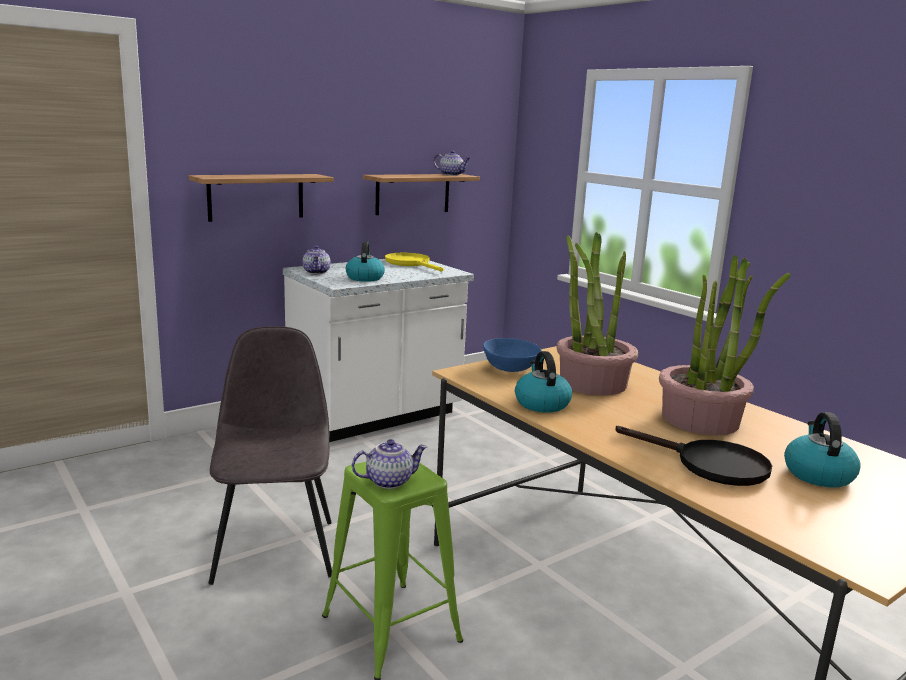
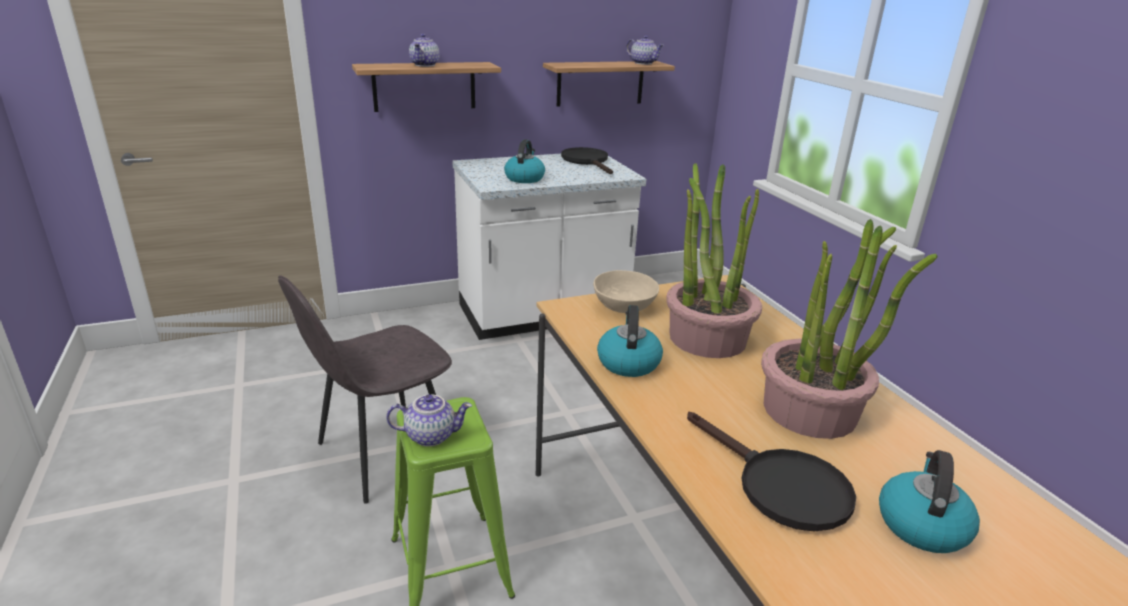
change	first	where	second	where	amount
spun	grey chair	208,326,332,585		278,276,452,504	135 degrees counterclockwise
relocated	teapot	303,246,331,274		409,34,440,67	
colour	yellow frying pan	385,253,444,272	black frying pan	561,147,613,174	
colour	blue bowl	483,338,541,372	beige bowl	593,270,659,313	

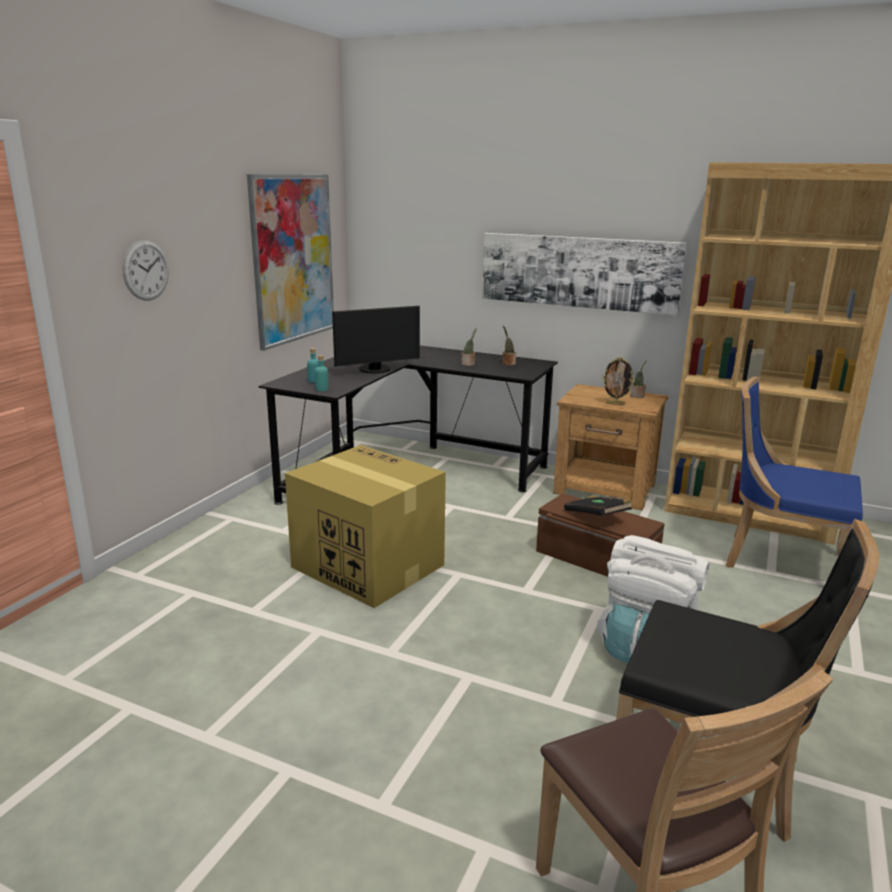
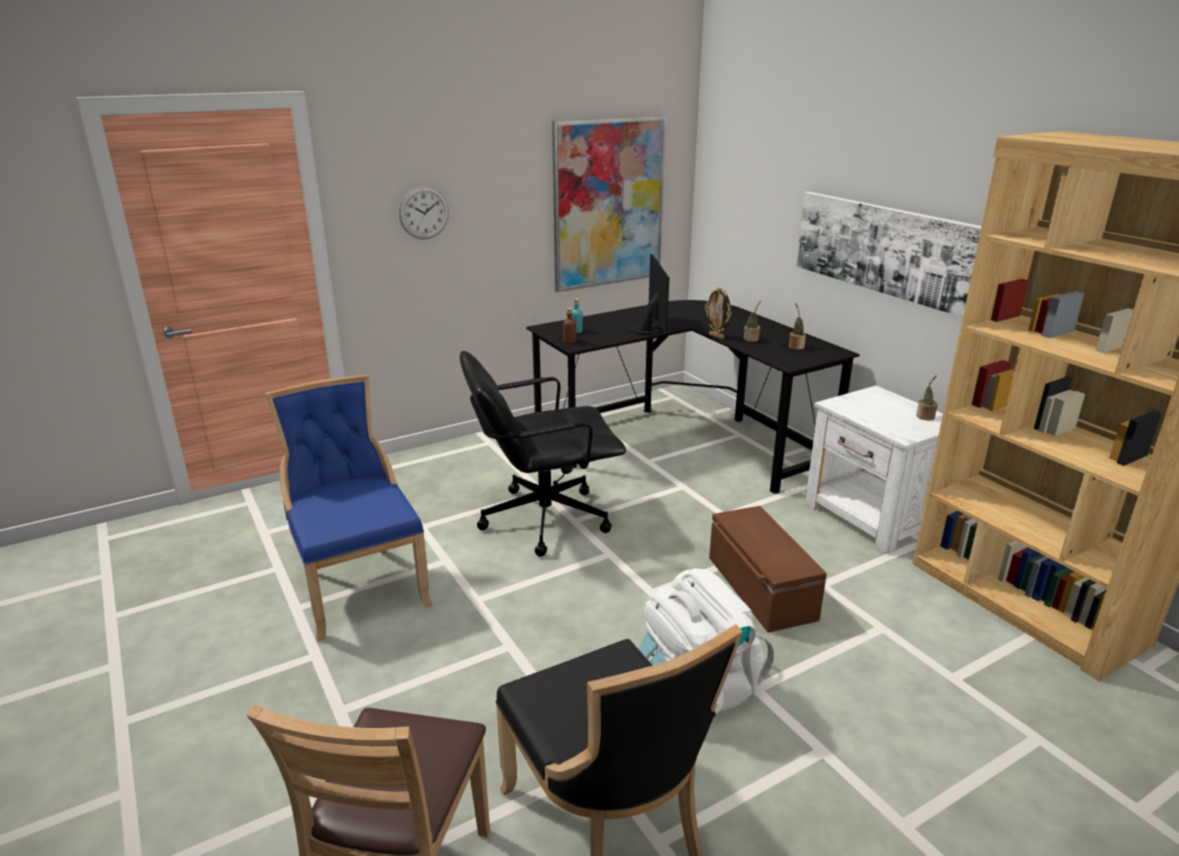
change	first	where	second	where	amount
relocated	blue chair	726,377,863,568		265,375,433,642	
exchanged	cardboard box	285,445,446,608	black office chair	460,351,626,557	
colour	turquoise bottle	315,355,329,391	brown bottle	563,308,576,343	
spun	monitor	332,306,420,373		629,253,669,335	105 degrees counterclockwise
relocated	picture frame	602,357,635,405		705,287,731,339	
colour	brown nightstand	553,384,668,510	white nightstand	805,386,943,554	
missing	black book	564,495,632,516			

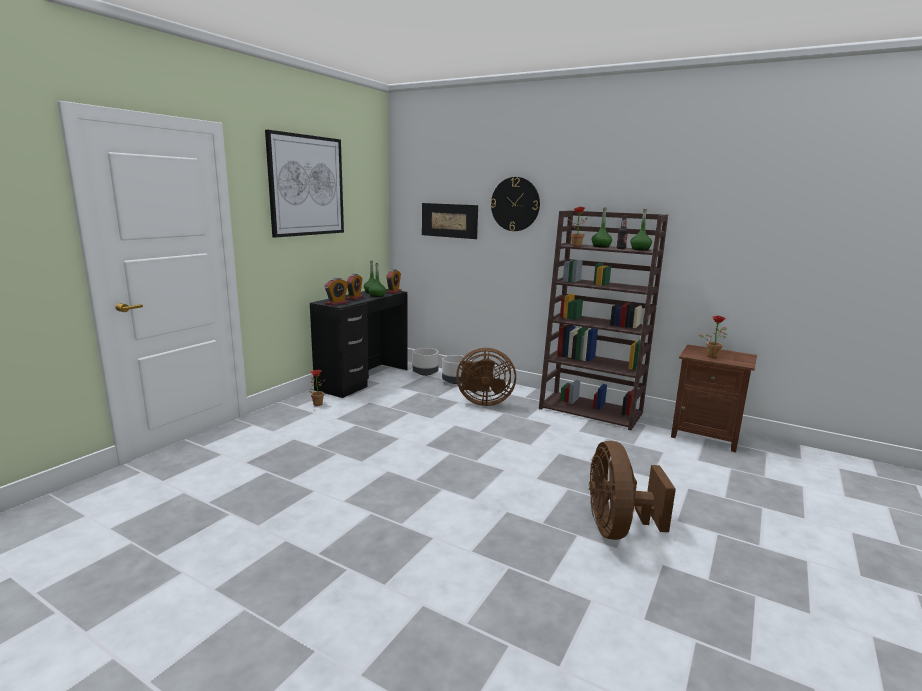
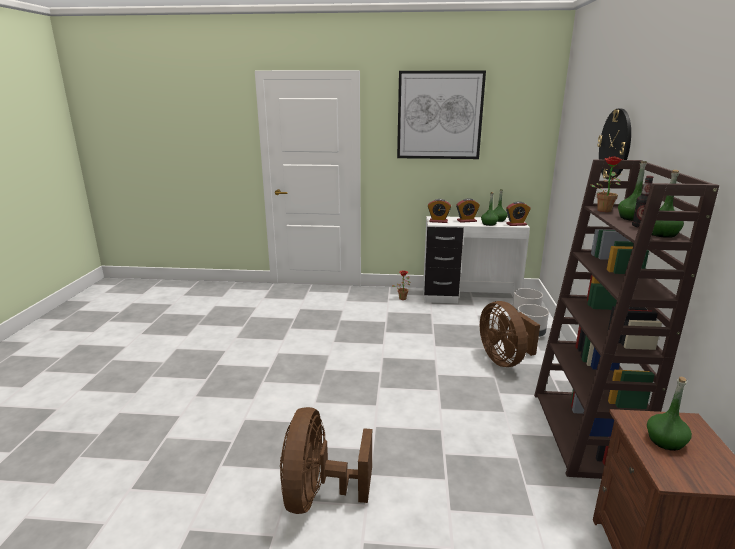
change	first	where	second	where	amount
spun	brown fan	589,441,676,540		280,407,372,514	60 degrees counterclockwise
colour	black desk	310,289,408,398	white desk	423,216,530,303	
exchanged	potted plant	699,316,728,358	green bottle	647,376,692,451	
missing	picture	422,203,478,239			

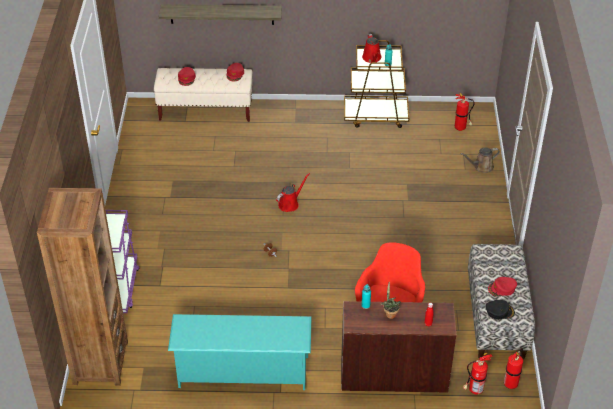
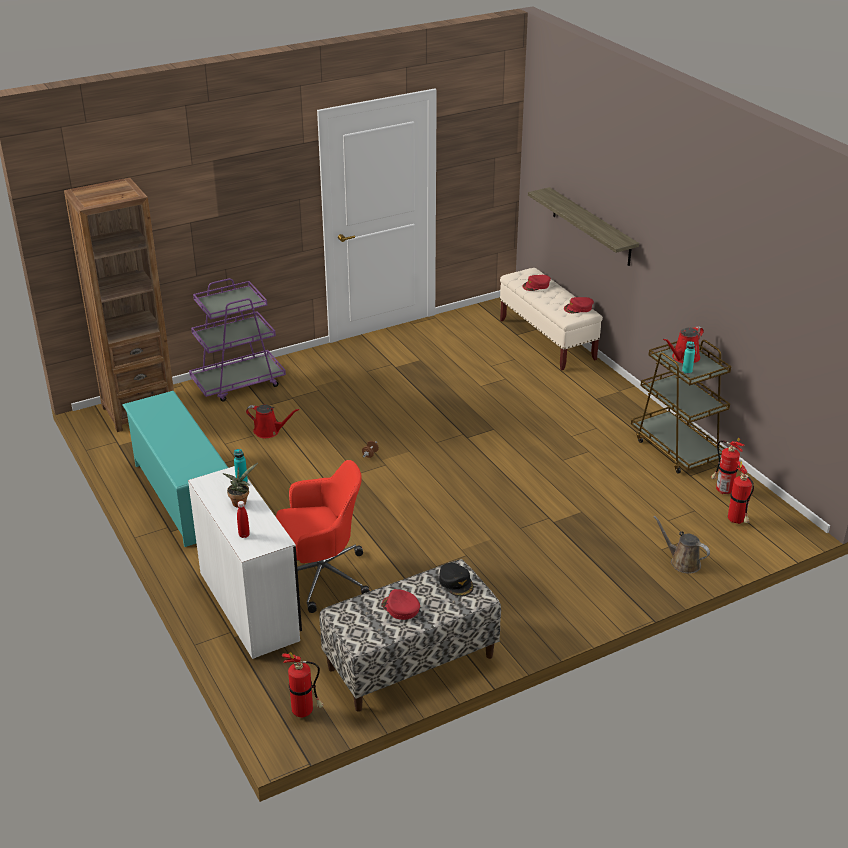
change	first	where	second	where	amount
colour	brown desk	341,301,457,393	white desk	188,466,302,659	
relocated	red watering can	276,173,310,212		246,404,299,438	
relocated	black cap	486,300,515,320		439,563,474,597	
relocated	fire extinguisher	463,353,493,394		711,438,745,494	

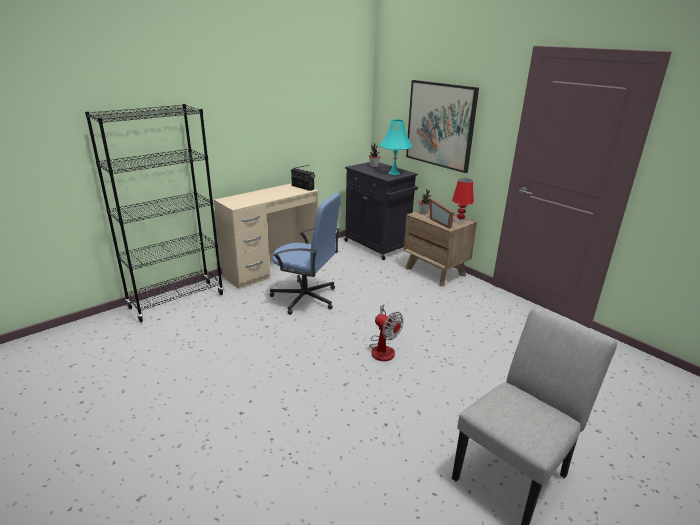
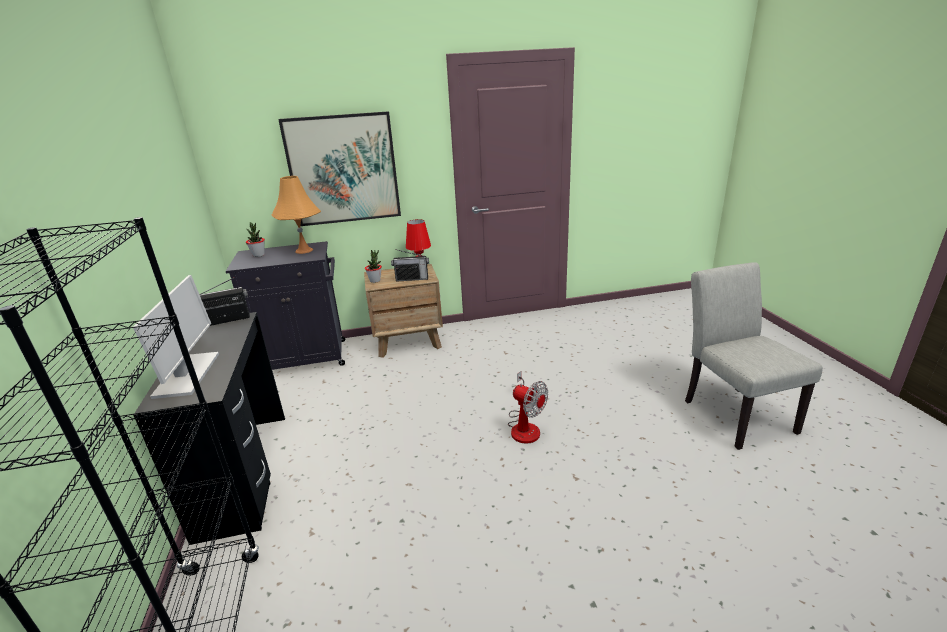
change	first	where	second	where	amount
appeared			monitor	133,275,219,399	
colour	beige desk	214,183,319,289	black desk	133,312,285,545	
colour	turquoise table lamp	379,119,413,175	orange table lamp	272,176,321,254	
exchanged	picture frame	429,198,454,229	radio	391,250,429,282	
spun	fan	369,304,404,361		508,371,548,444	60 degrees clockwise
missing	blue office chair	270,193,341,315			

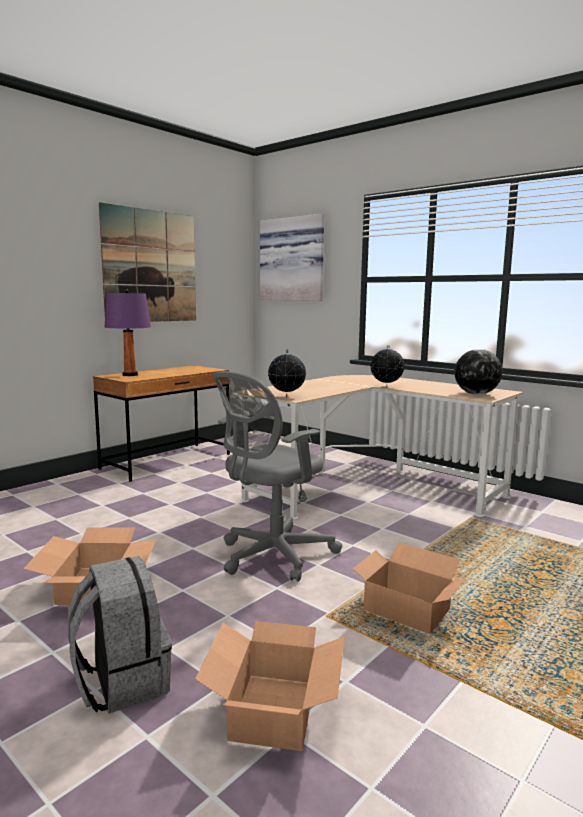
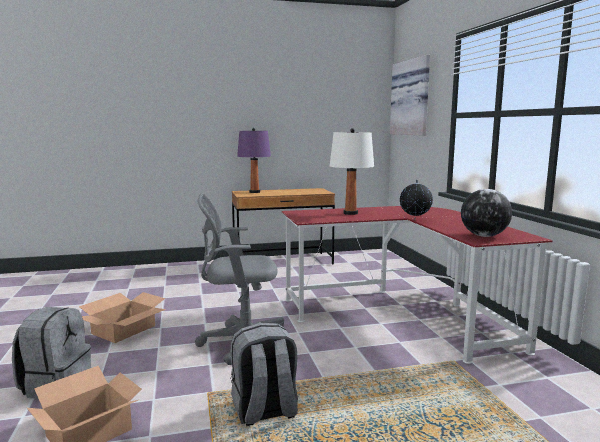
change	first	where	second	where	amount
exchanged	cardboard box	353,542,467,634	grey backpack	230,323,298,426	
colour	beige desk	235,375,523,520	red desk	282,206,553,364	
appeared			white table lamp	330,128,374,215	
missing	picture	99,202,196,322			
missing	globe	268,349,306,397			

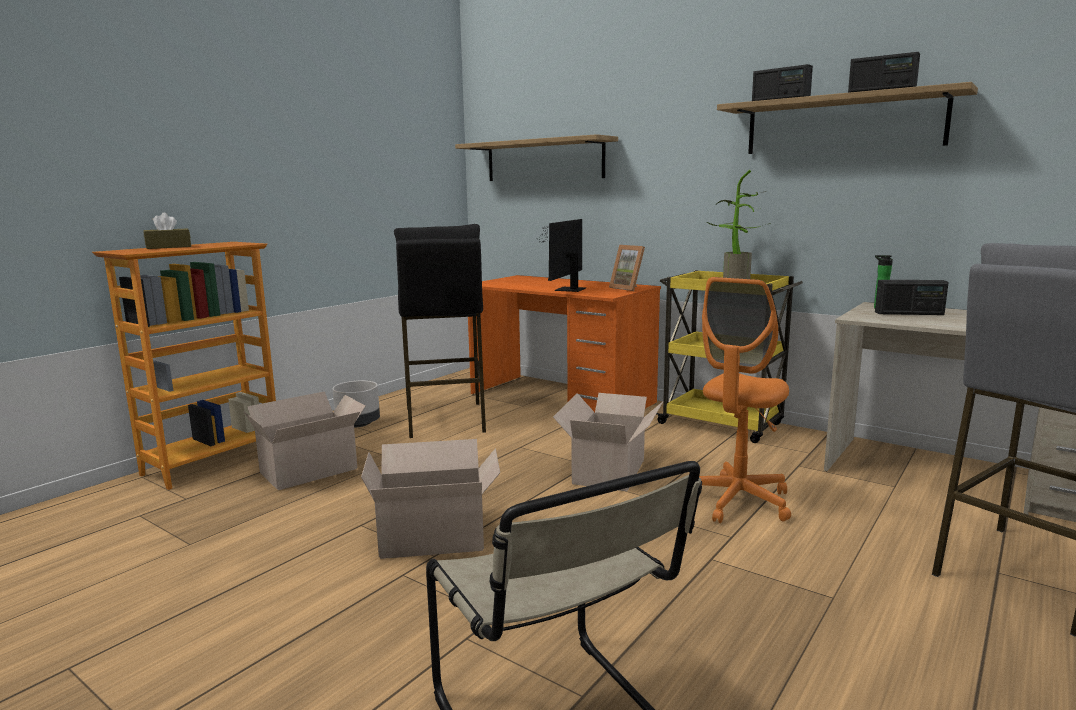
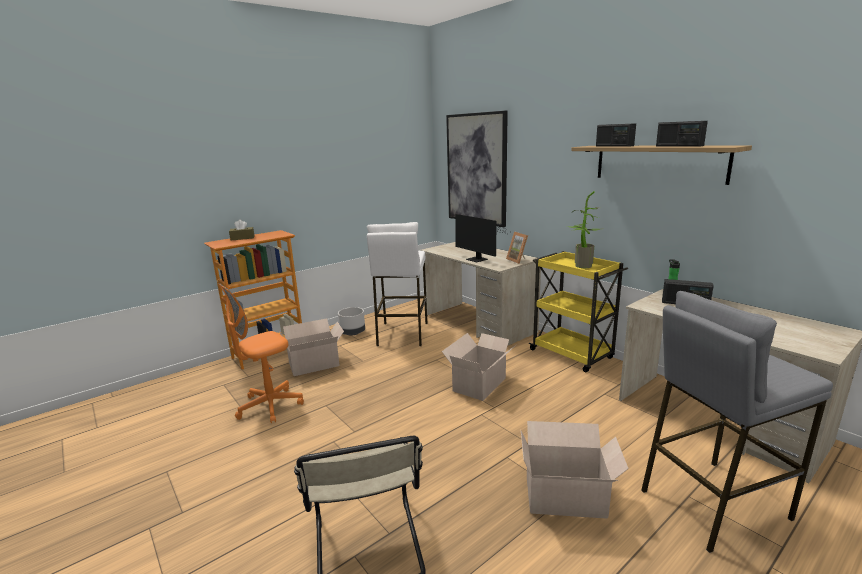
change	first	where	second	where	amount
relocated	orange office chair	699,277,791,523		218,283,304,423	
colour	black stool	394,224,486,438	white stool	367,222,427,347	
colour	orange desk	468,275,661,412	beige desk	420,242,541,345	
exchanged	shelf	455,134,618,181	picture	446,111,508,227	
spun	monitor	542,219,586,292		455,214,504,263	75 degrees counterclockwise
relocated	cardboard box	361,439,500,559		521,421,629,519	

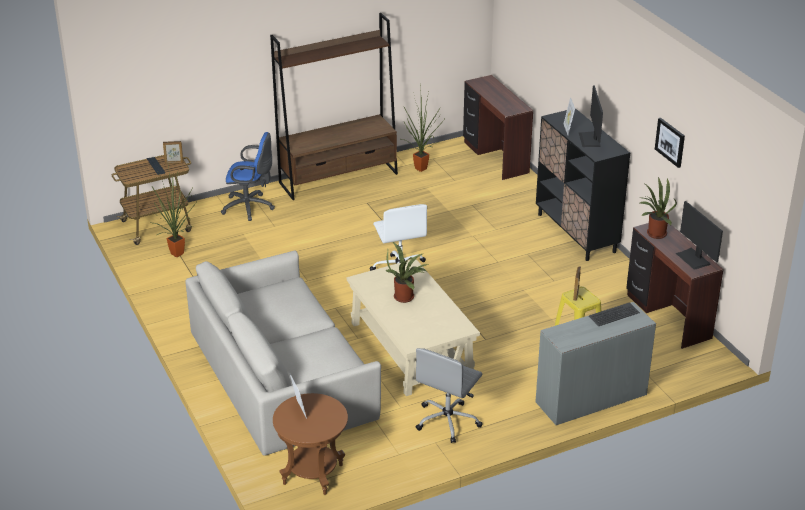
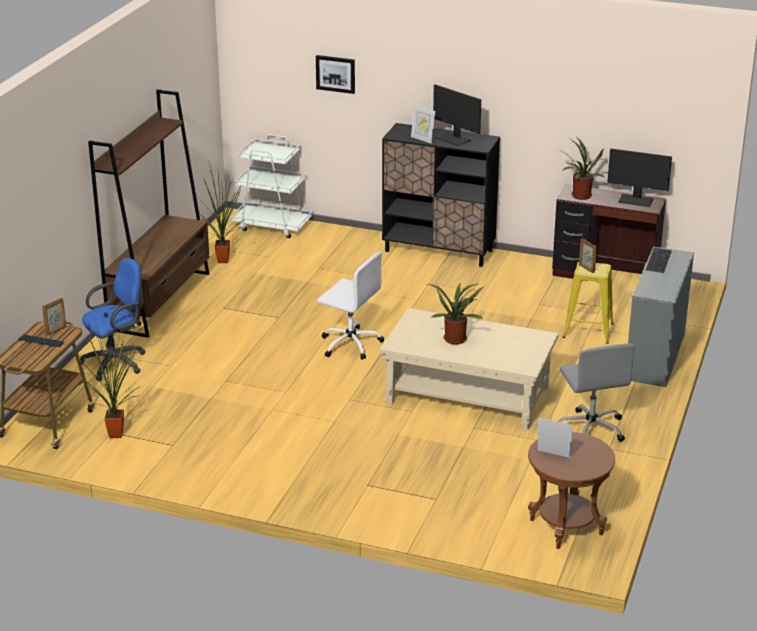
change	first	where	second	where	amount
exchanged	brown desk	463,75,533,180	white cart	231,134,312,238	
relocated	picture	655,118,685,168		316,55,355,94	
missing	grey sofa	185,251,381,456			

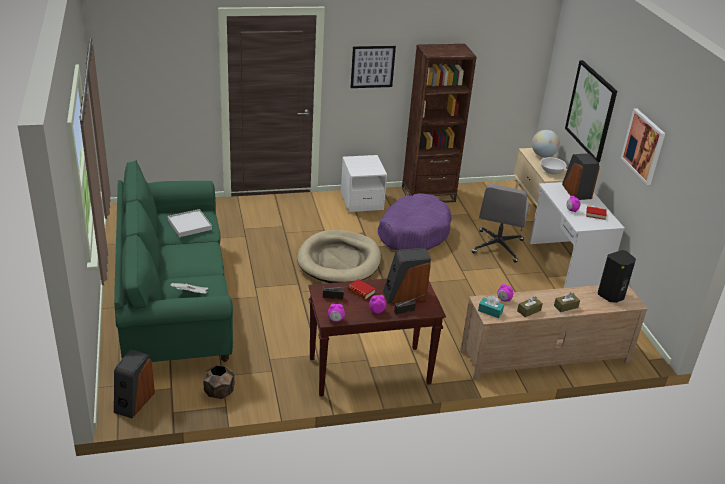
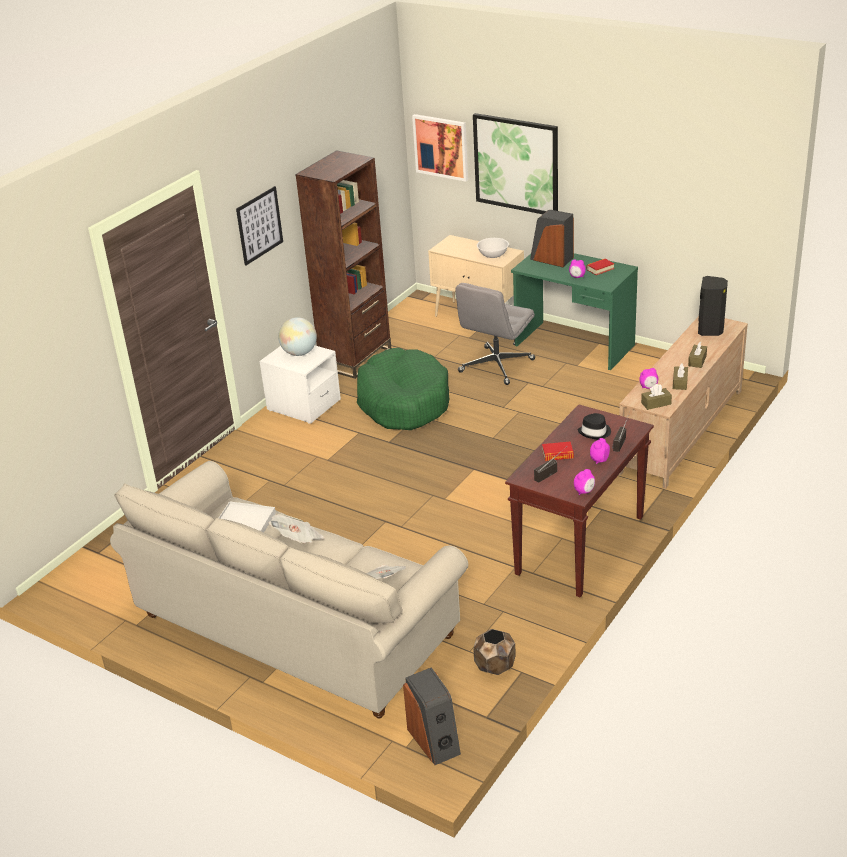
change	first	where	second	where	amount
colour	green sofa	114,160,233,362	beige sofa	110,461,468,718	
appeared			newspaper	268,514,324,544	
relocated	globe	532,130,560,157		278,317,317,356	
colour	purple dog bed	378,193,452,250	green dog bed	357,348,449,430	
relocated	picture	621,108,665,185		412,114,468,182	
spun	grey office chair	472,184,530,263		455,283,535,385	60 degrees clockwise
colour	white desk	530,182,625,288	green desk	511,253,638,370	
exchanged	speaker	383,248,431,303	black hat	578,413,611,439	
colour	turquoise tissue box	478,296,504,318	brown tissue box	641,384,672,410	
missing	beige dog bed	297,230,381,283			

